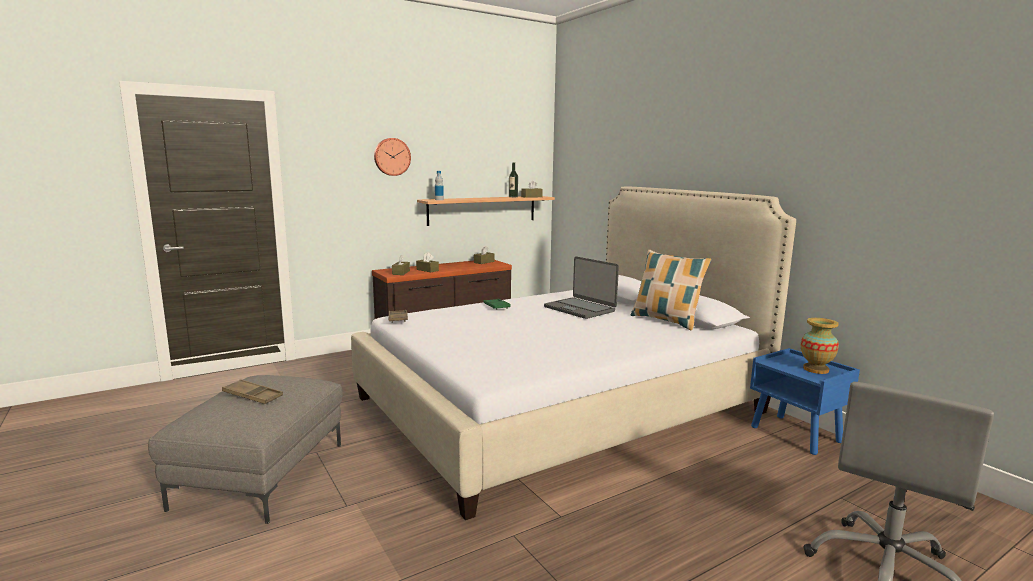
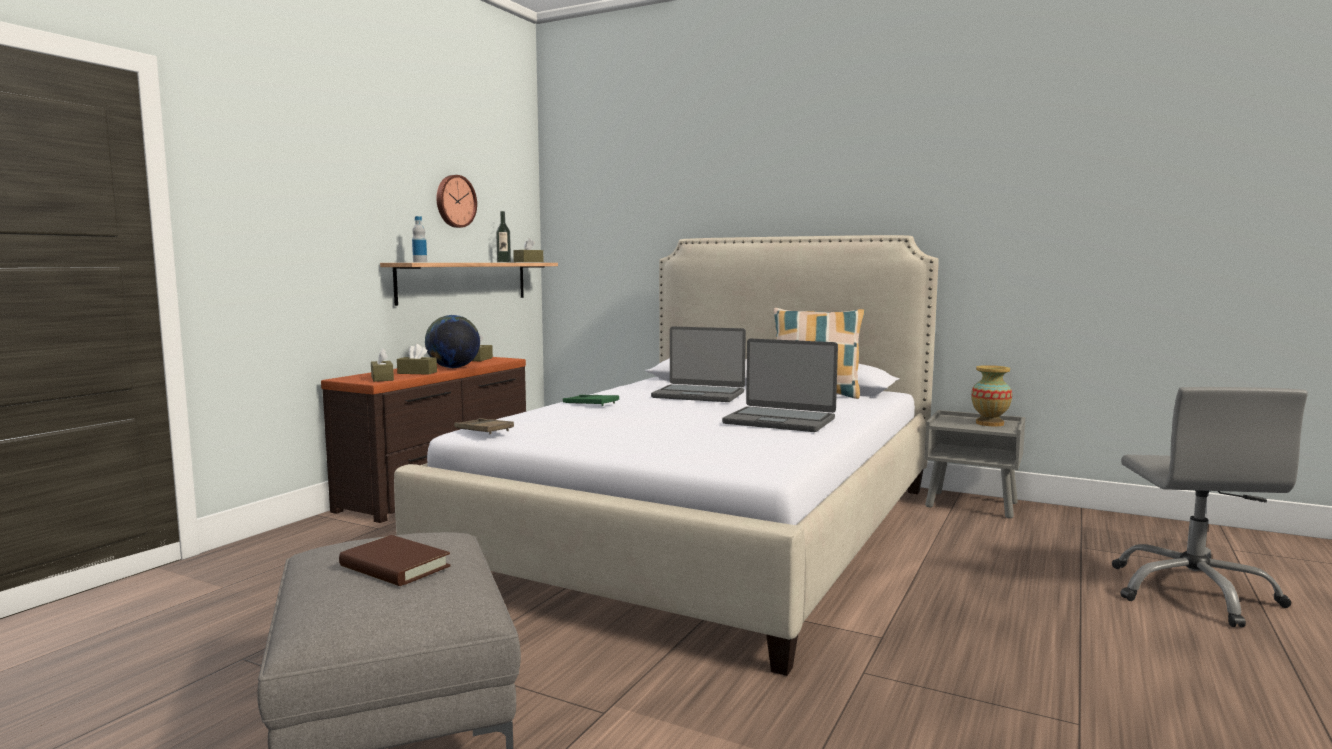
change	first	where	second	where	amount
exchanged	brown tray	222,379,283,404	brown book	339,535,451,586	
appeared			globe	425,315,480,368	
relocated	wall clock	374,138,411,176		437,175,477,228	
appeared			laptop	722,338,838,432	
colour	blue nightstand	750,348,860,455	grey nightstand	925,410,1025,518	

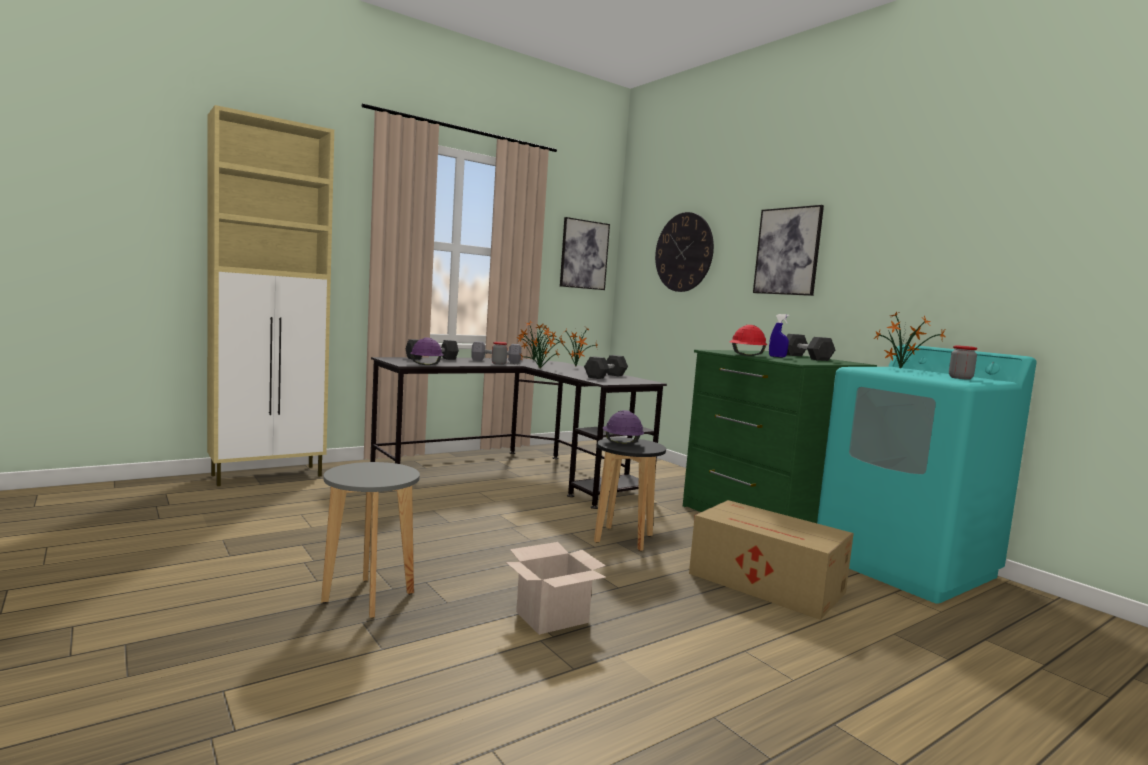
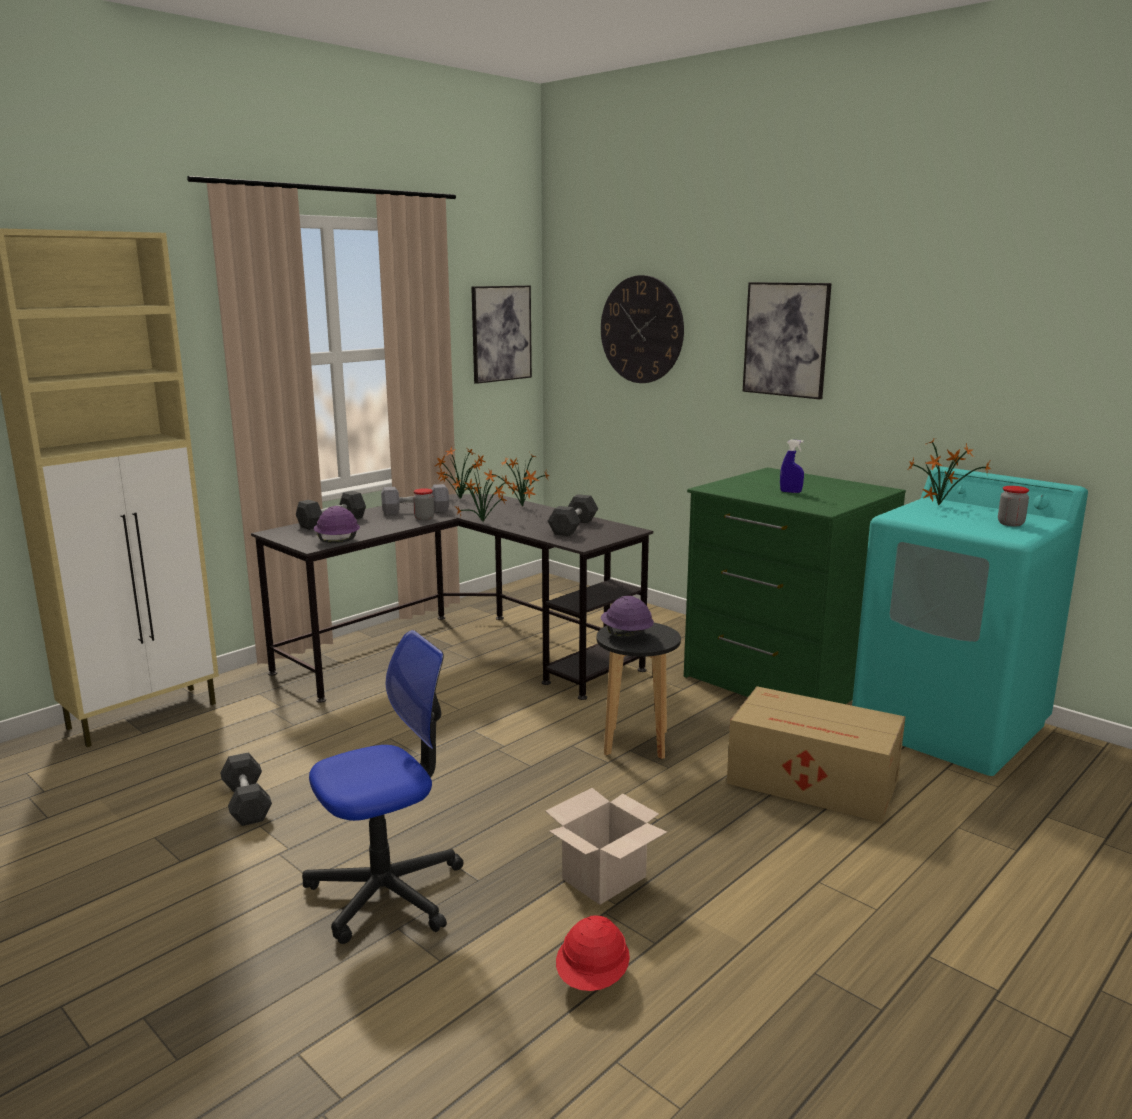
change	first	where	second	where	amount
relocated	grey dumbbell	786,334,835,361		220,753,272,826	
exchanged	grey stool	321,462,420,618	office chair	302,630,463,944	
relocated	red hard hat	729,325,767,356		556,915,630,991	

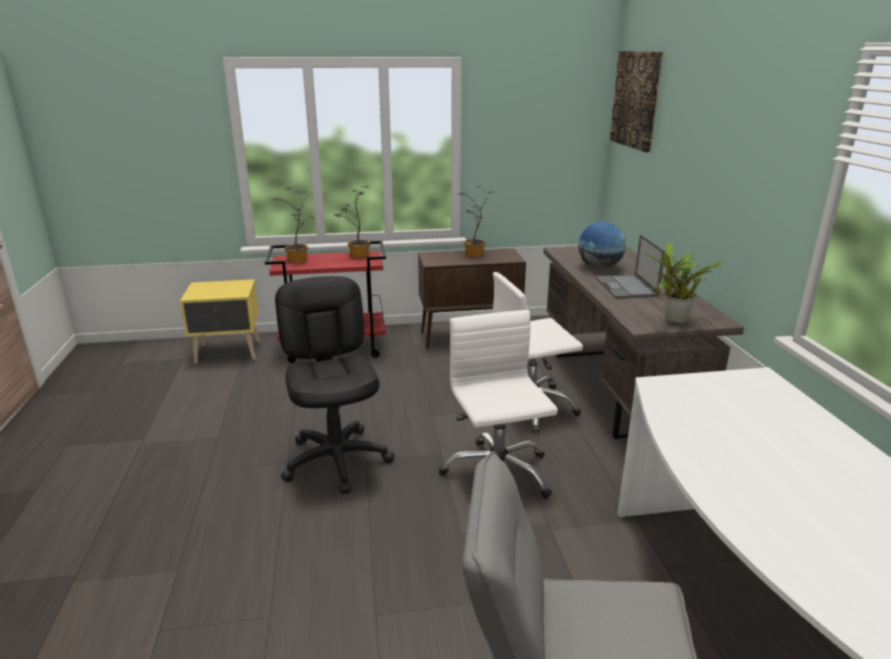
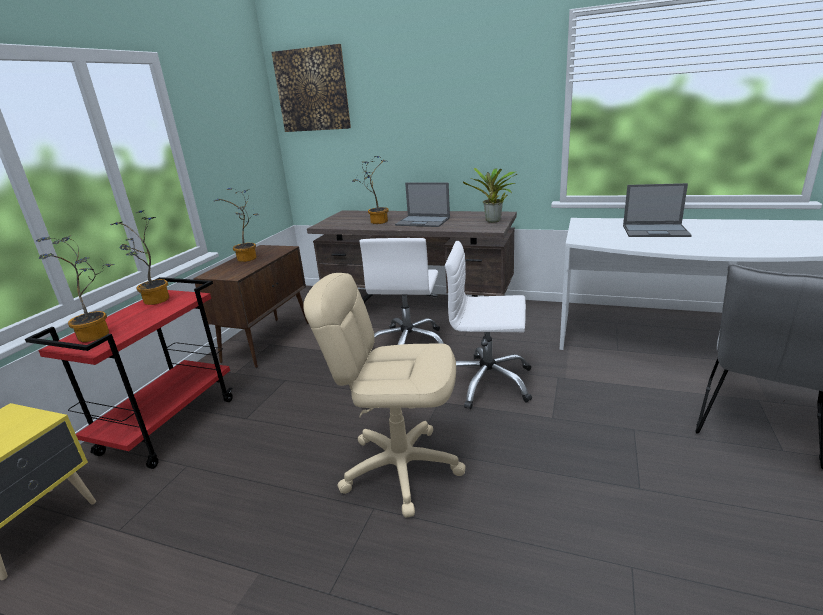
change	first	where	second	where	amount
colour	black office chair	275,276,395,494	beige office chair	303,273,465,518	
exchanged	globe	578,221,626,269	potted plant	352,156,389,224	
appeared			laptop	623,183,692,237	

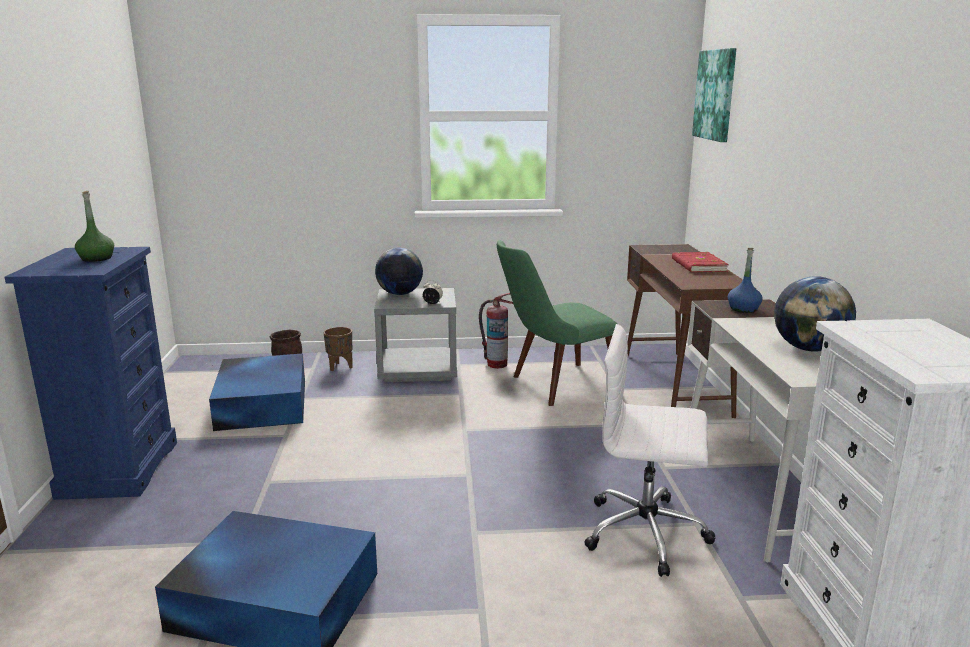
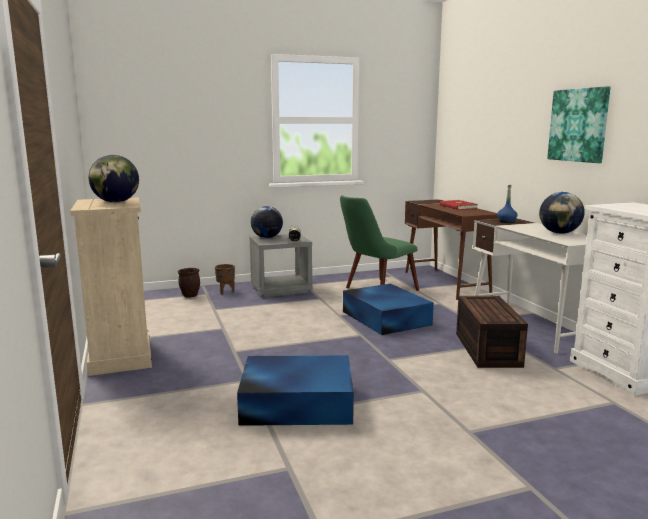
change	first	where	second	where	amount
colour	blue dresser	5,247,177,500	beige dresser	70,197,152,376	
exchanged	green bottle	75,191,114,262	globe	89,155,139,203	
relocated	blue storage box	209,353,305,431		343,284,434,335	
exchanged	white office chair	585,324,715,577	brown storage box	456,296,528,368	
relocated	picture	692,48,736,142		547,86,611,163	
missing	fire extinguisher	479,293,513,369			

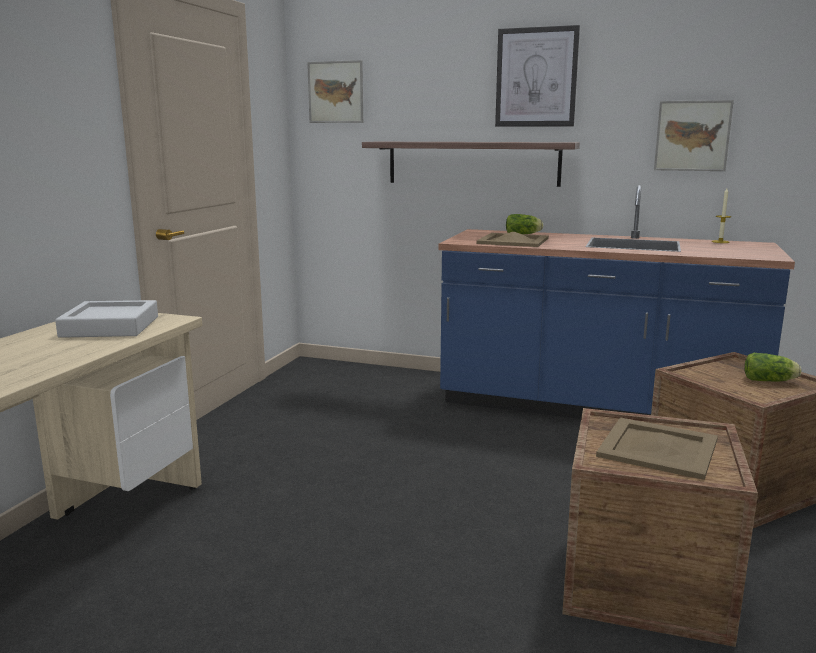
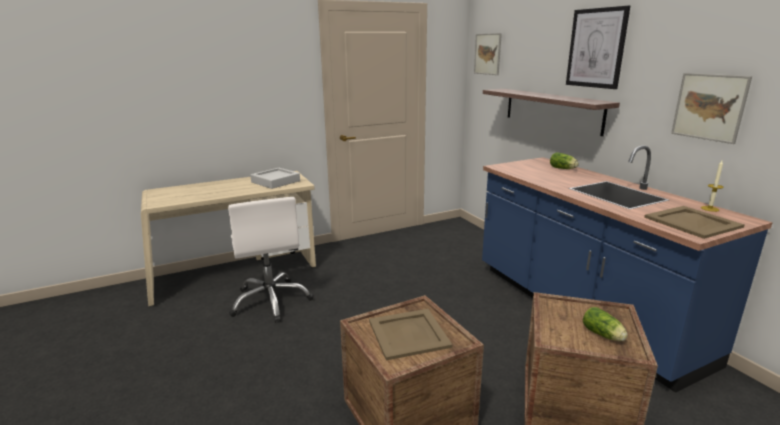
change	first	where	second	where	amount
appeared			white office chair	228,197,314,323	
relocated	beige tray	476,232,549,247		644,206,745,239	

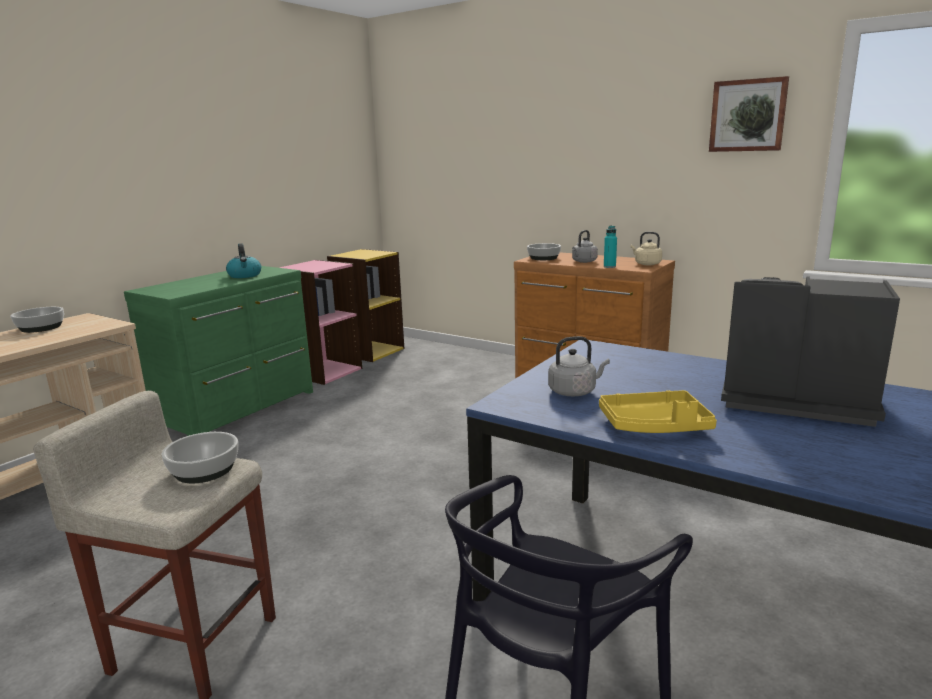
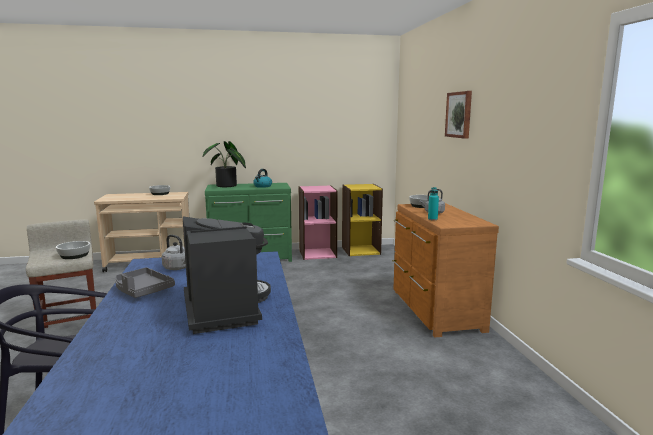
change	first	where	second	where	amount
colour	yellow tray	599,390,717,433	grey tray	115,267,175,298	
appeared			potted plant	202,141,246,187	
relocated	picture	709,76,789,152		445,91,472,139	
missing	beige kettle	631,232,662,265			

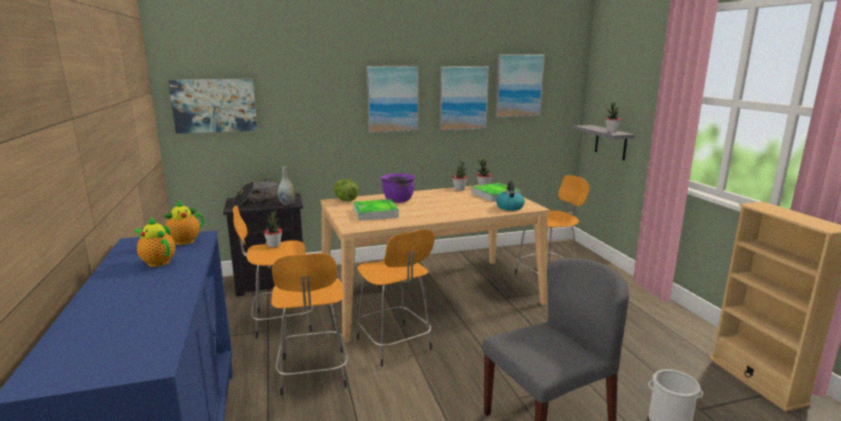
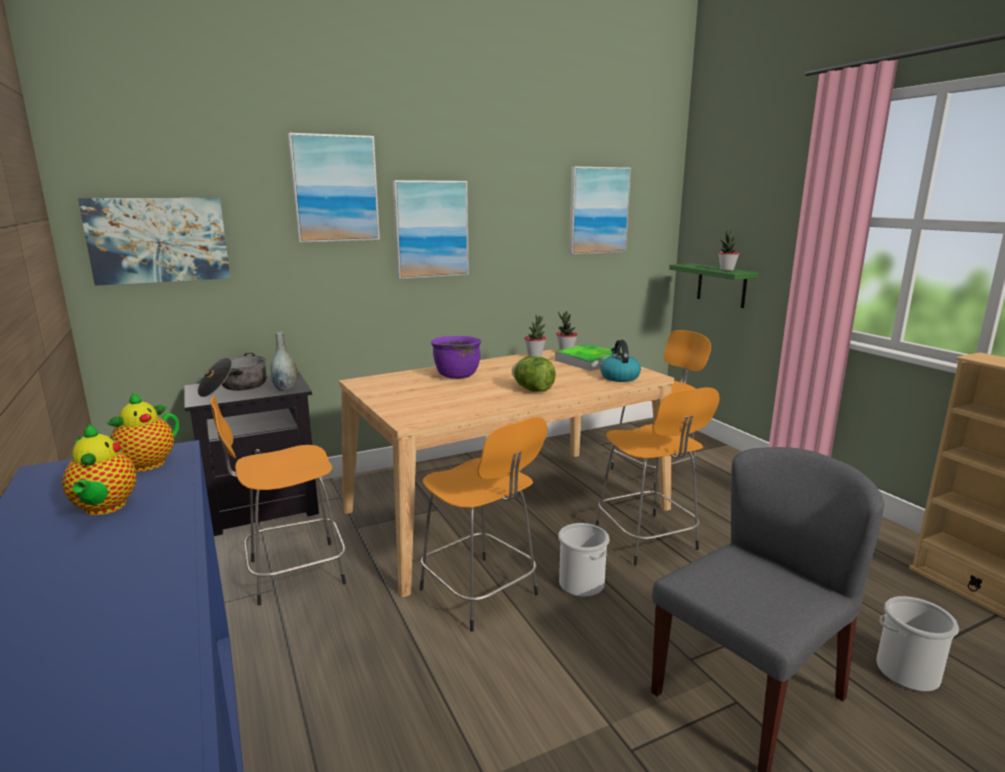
change	first	where	second	where	amount
spun	teapot	134,217,175,267		62,424,136,515	135 degrees counterclockwise
relocated	picture	439,66,489,131		288,133,380,243	
relocated	lettuce	334,179,359,201		512,356,556,392	
appeared			bucket	558,523,609,597	
relocated	orange stool	271,253,348,396		596,387,720,566	
colour	grey shelf	573,125,635,160	green shelf	669,263,759,308	
missing	potted plant	264,210,282,247			
missing	tray	354,199,399,221			

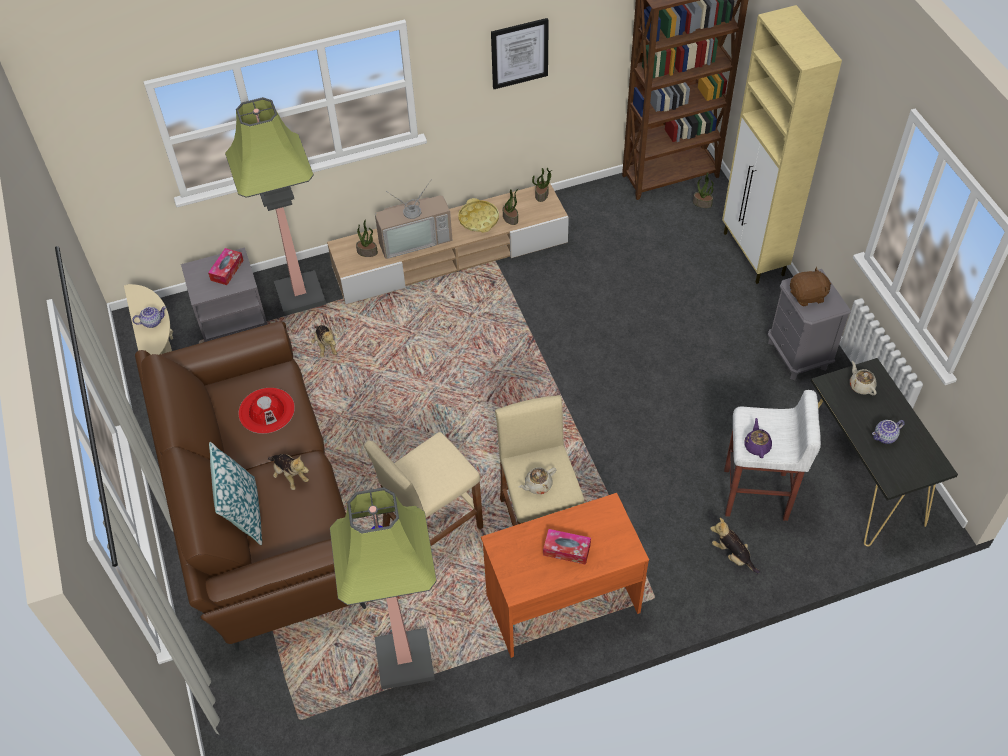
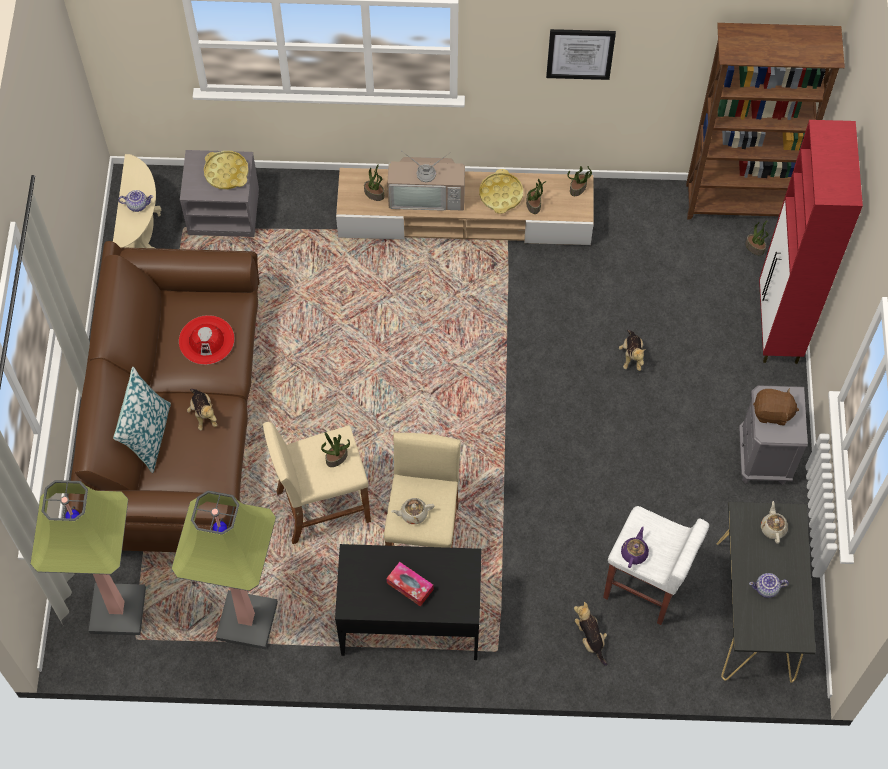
change	first	where	second	where	amount
relocated	floor lamp	225,97,326,316		30,480,146,635	
exchanged	tissue box	208,248,244,285	yellow tray	204,151,249,189	
appeared			potted plant	321,432,350,467	
colour	orange desk	481,493,649,658	black desk	335,544,481,660	
relocated	plush toy	311,325,337,358		619,330,645,371	
colour	beige cabinet	722,5,842,284	red cabinet	759,120,863,364	

